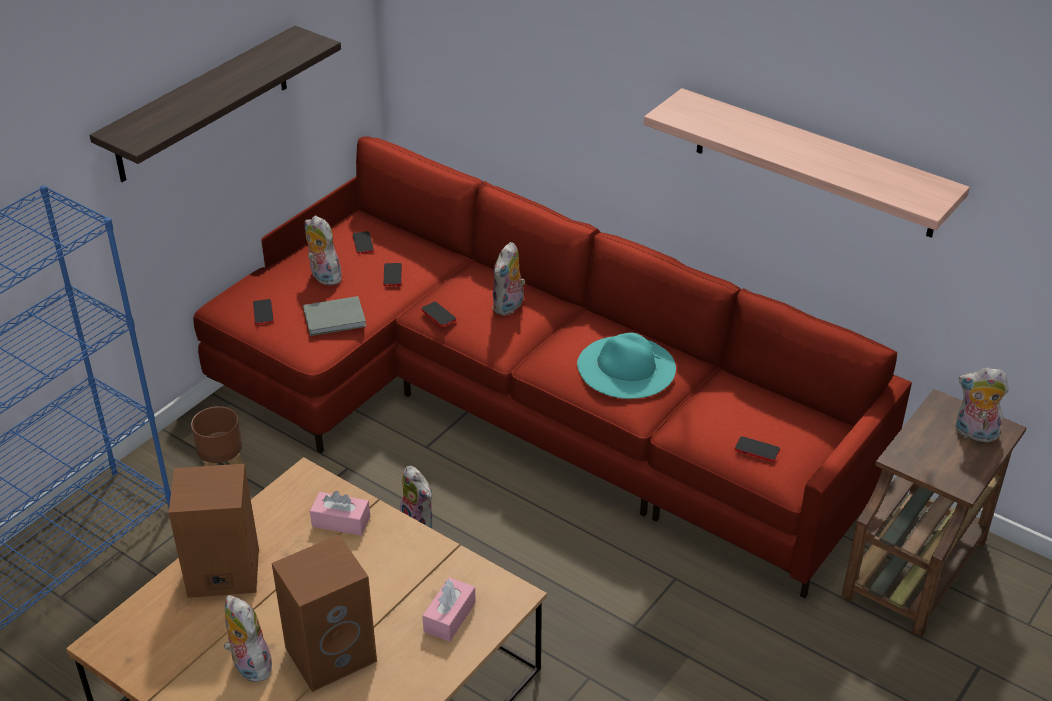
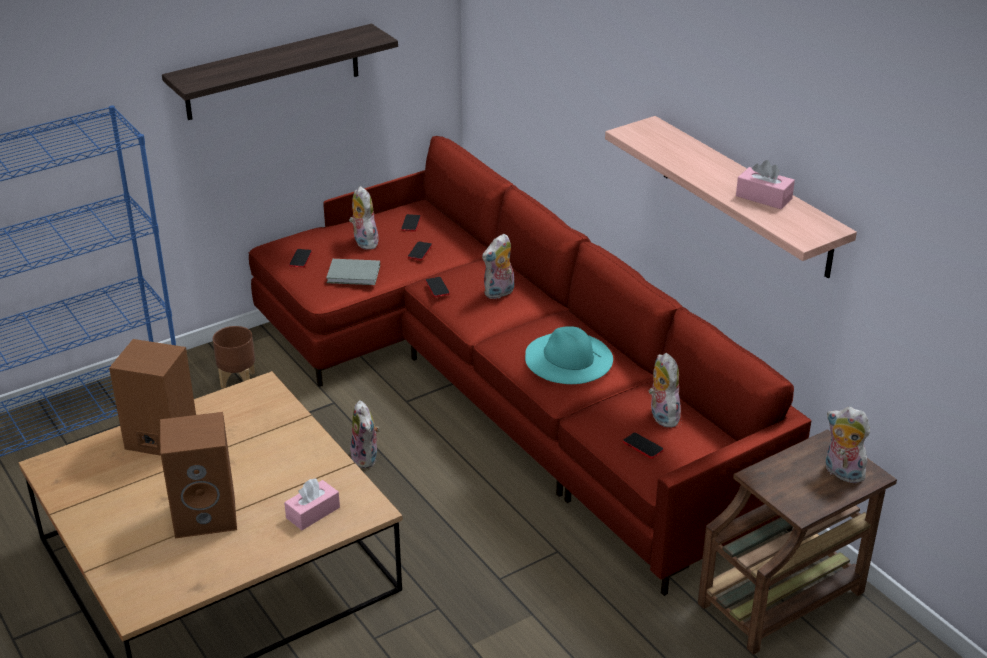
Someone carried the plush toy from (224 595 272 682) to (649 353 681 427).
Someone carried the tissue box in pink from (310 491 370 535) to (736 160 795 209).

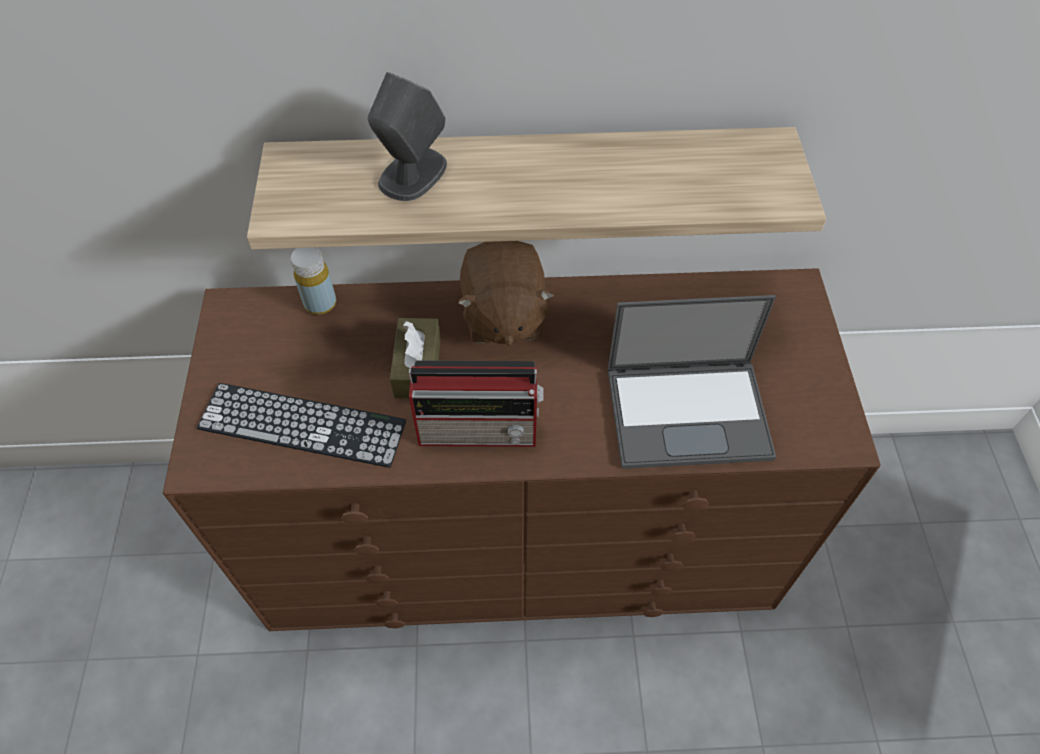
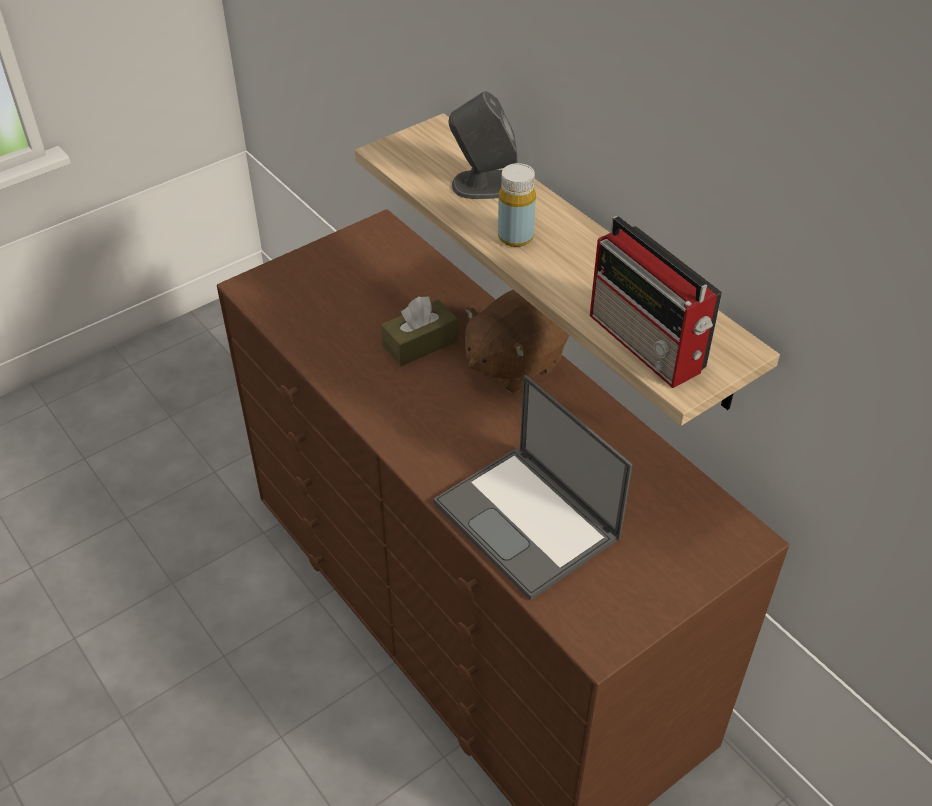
Someone carried the bottle in yellow from (291 247 336 315) to (498 163 536 247).
Someone carried the radio from (409 360 543 447) to (590 216 722 388).
Someone took away the keyboard at (197 383 406 468).

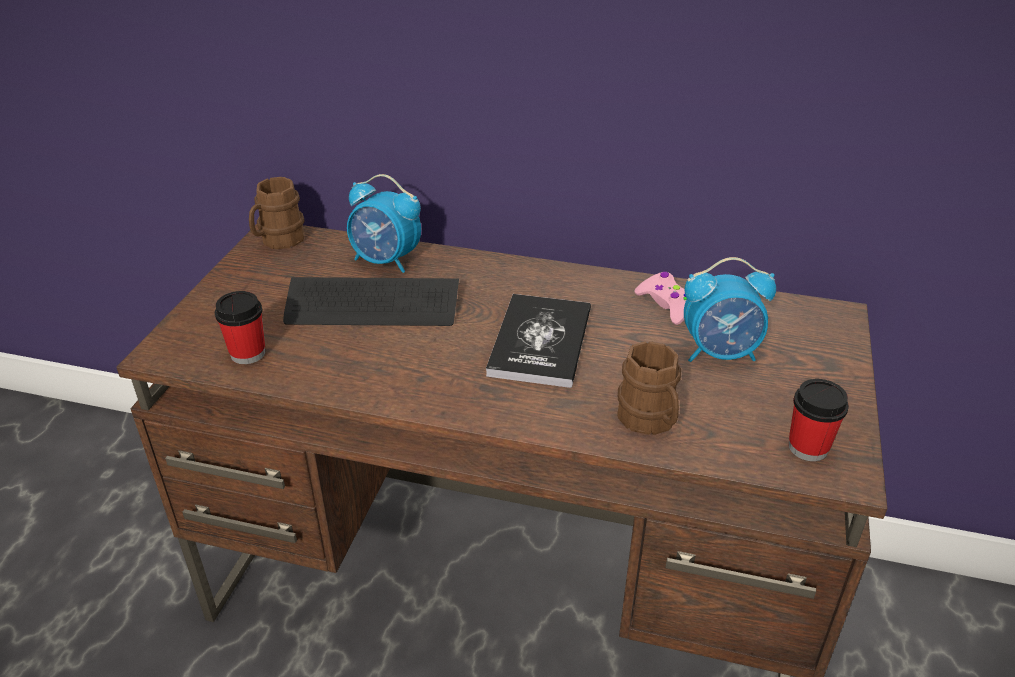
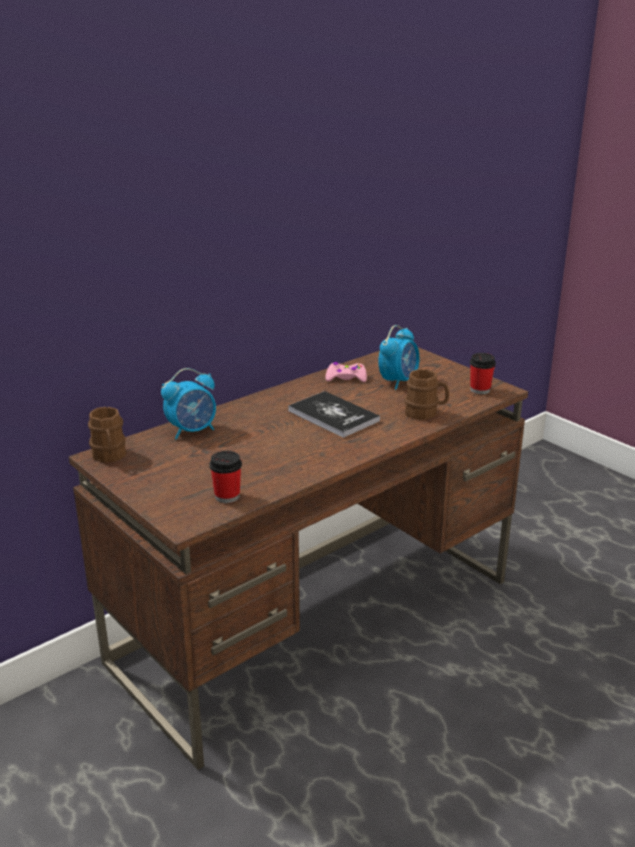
Someone took away the keyboard at (283 277 459 326).

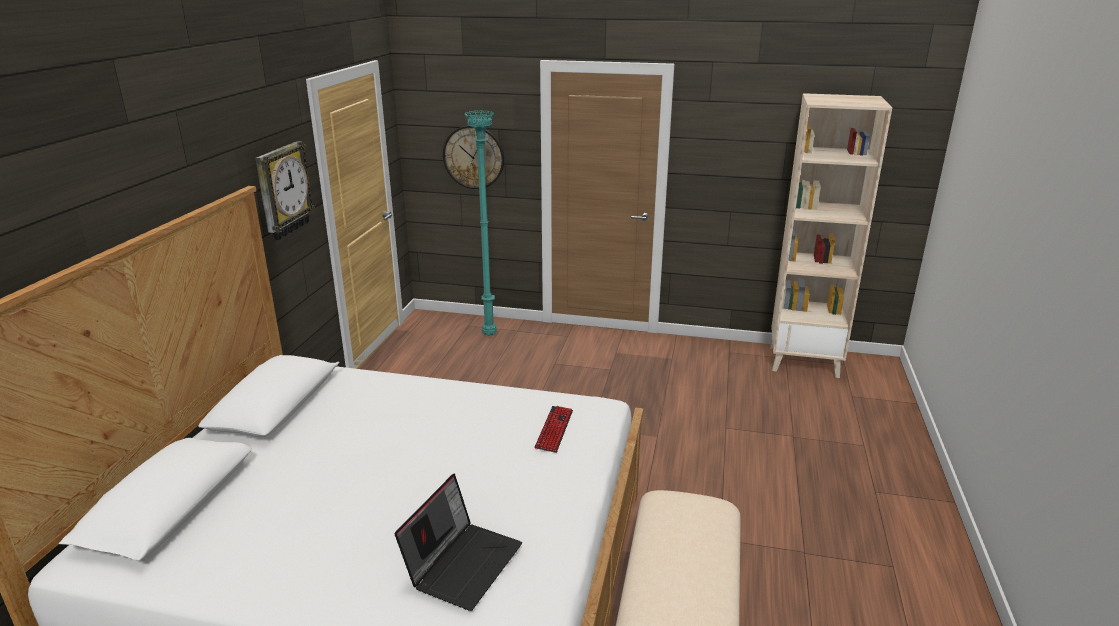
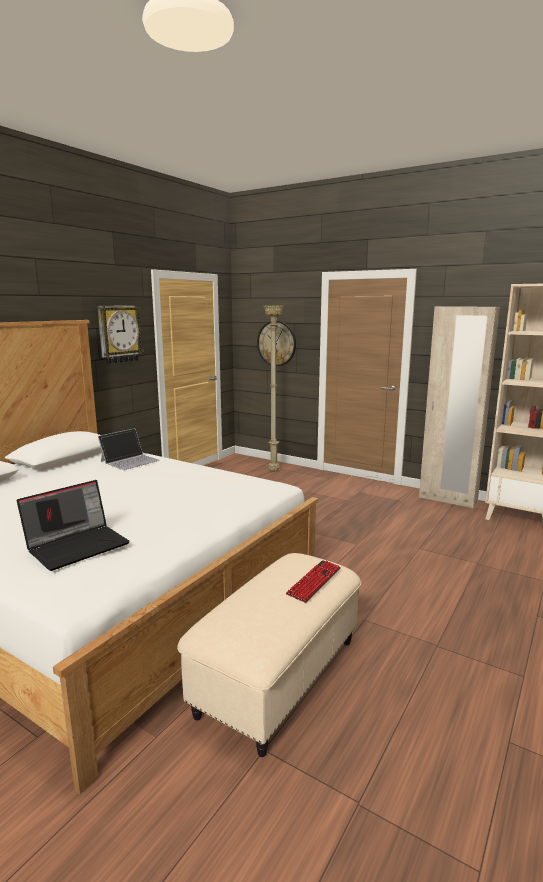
Someone put down the laptop at (98 428 159 470).
Someone repainted the floor lamp in turquoise at (464 110 497 336), which became the floor lamp in beige at (264 305 283 472).
Someone carried the keyboard from (534 406 573 453) to (286 560 341 603).
Someone put down the wardrobe in beige at (419 307 500 508).

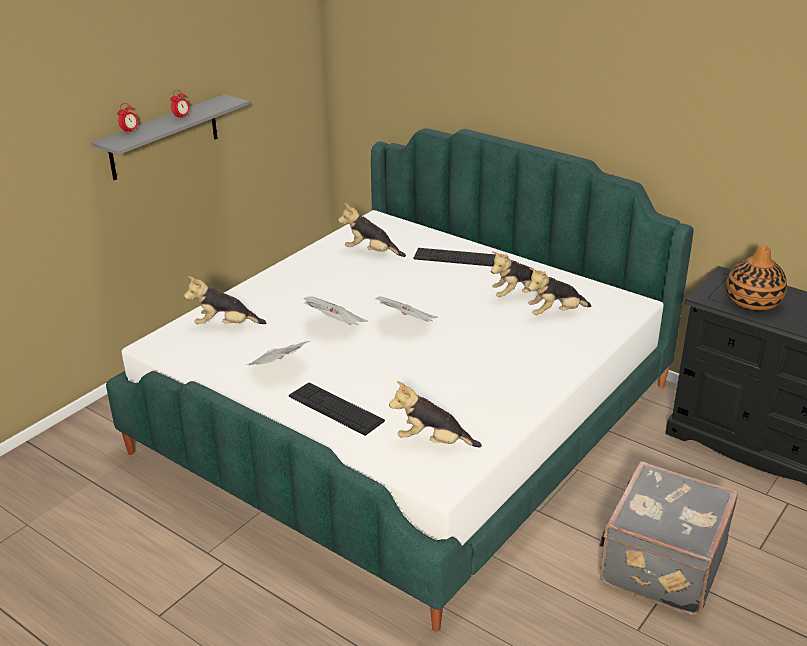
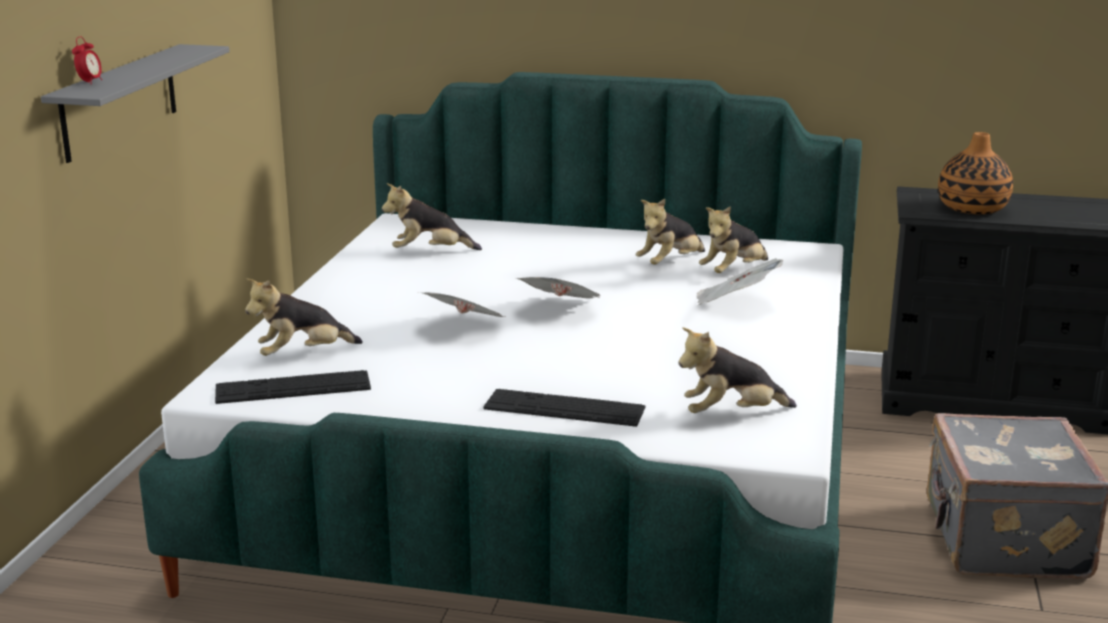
Someone carried the keyboard from (414 248 496 267) to (215 370 371 404).
Someone carried the newspaper from (247 341 310 365) to (696 258 783 305).
Someone took away the alarm clock at (170 90 190 119).

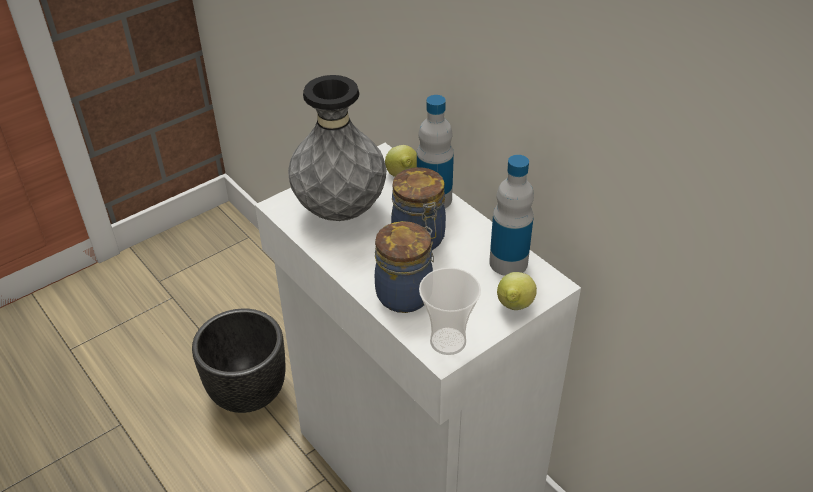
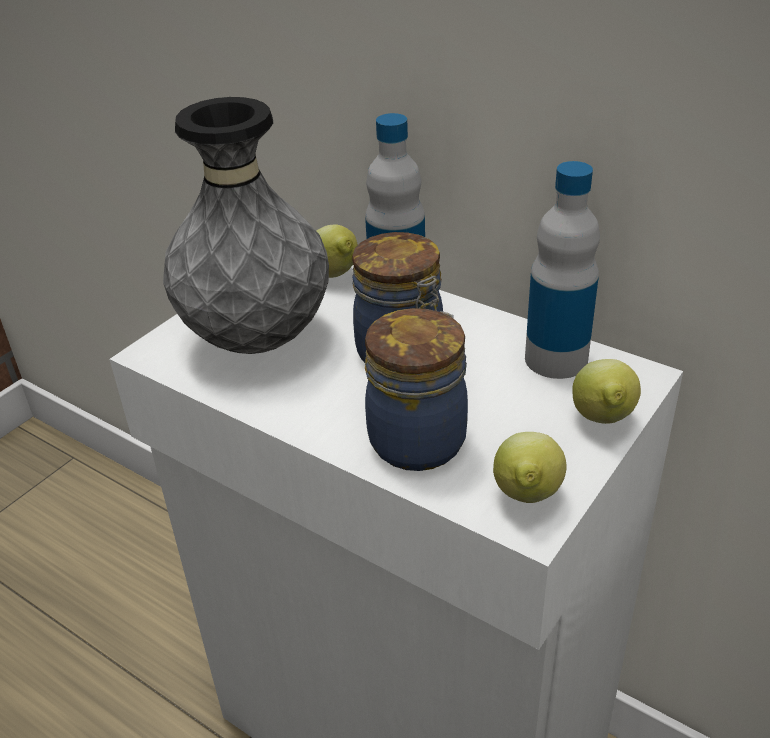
Someone swapped the cup at (419 268 481 355) for the lemon at (493 432 566 503).
Someone took away the planter in black at (192 309 286 413).

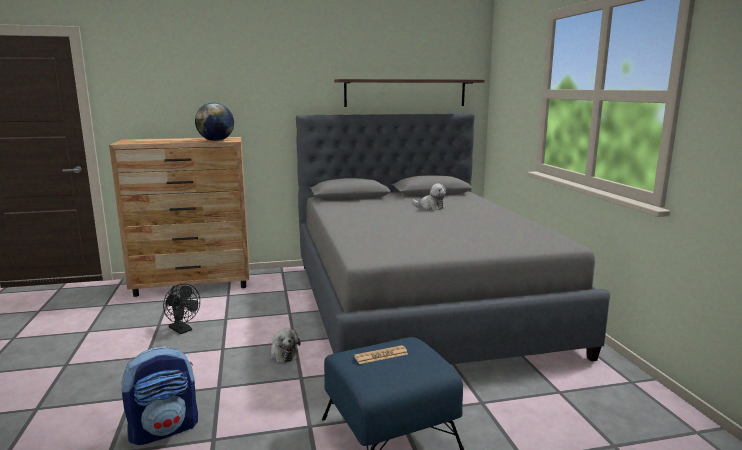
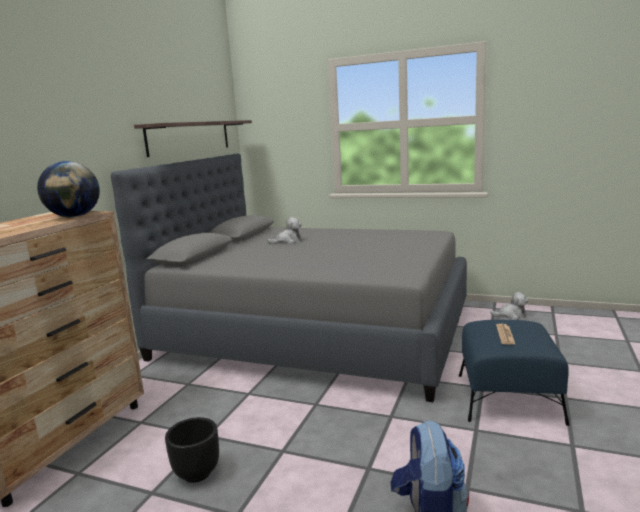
Someone swapped the fan in black at (163 284 200 334) for the planter in black at (165 417 219 483).
Someone carried the plush toy from (270 328 301 363) to (490 292 529 320).

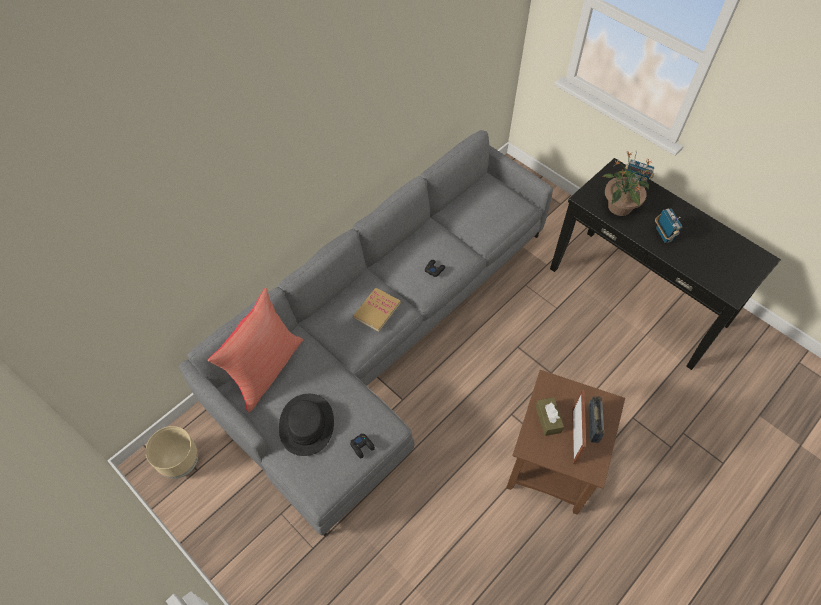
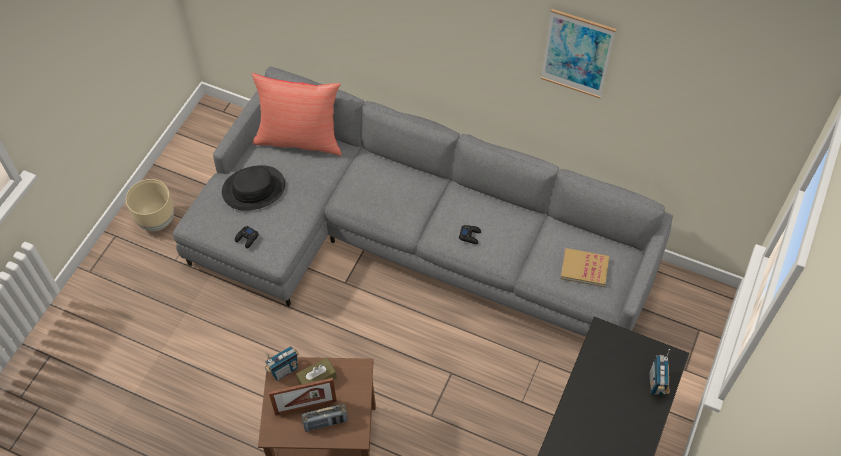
Someone carried the planter in beige from (145 426 198 479) to (126 179 174 231).
Someone carried the radio from (655 208 683 243) to (265 346 299 381).
Someone put up the picture at (541 9 616 98).
Someone carried the book from (353 288 401 332) to (560 248 609 287).
Someone took away the potted plant at (603 152 653 216).

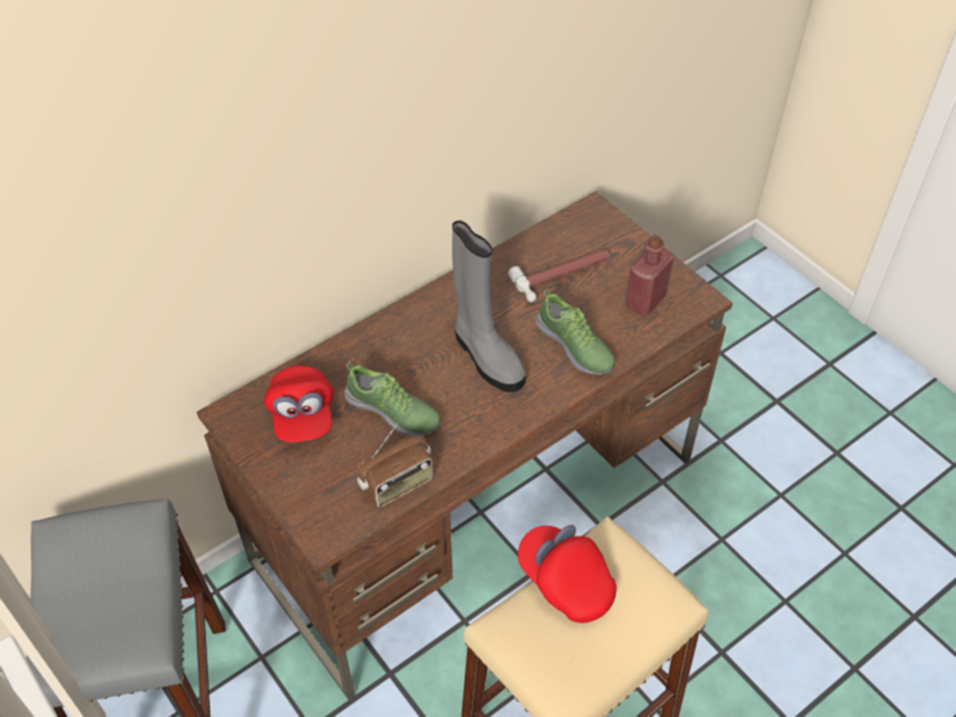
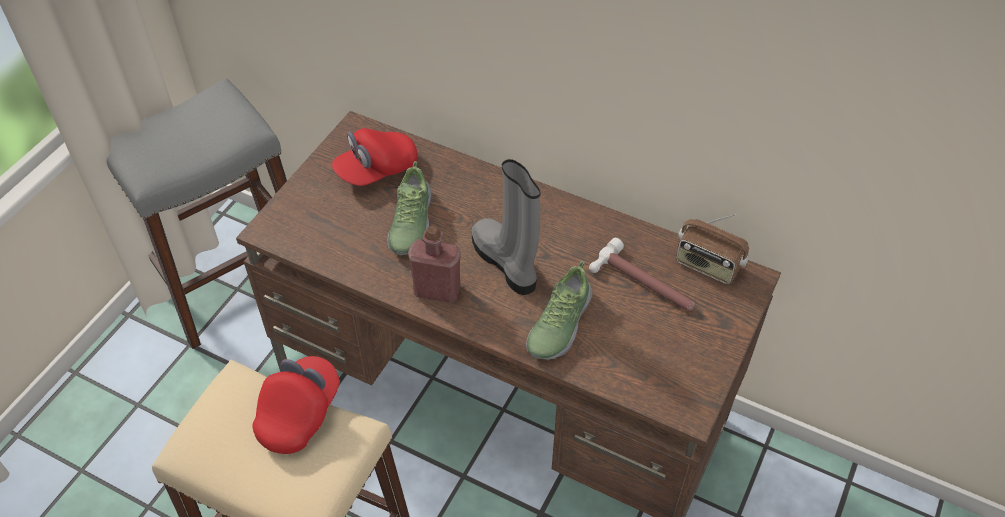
Someone carried the bottle in red from (625 235 674 316) to (408 226 461 303).
Someone rotated the boot in grey at (452 220 526 392) by 120 degrees clockwise.
Someone carried the radio from (357 424 433 508) to (676 214 749 284).

